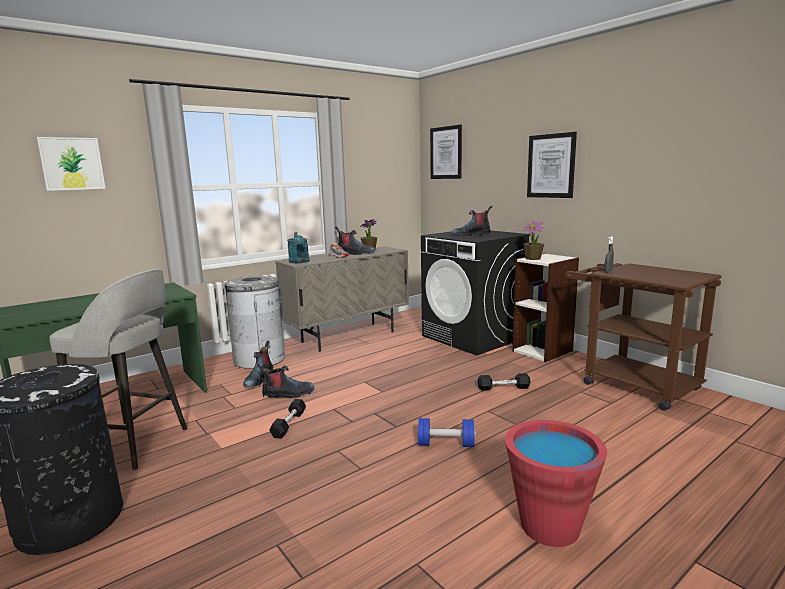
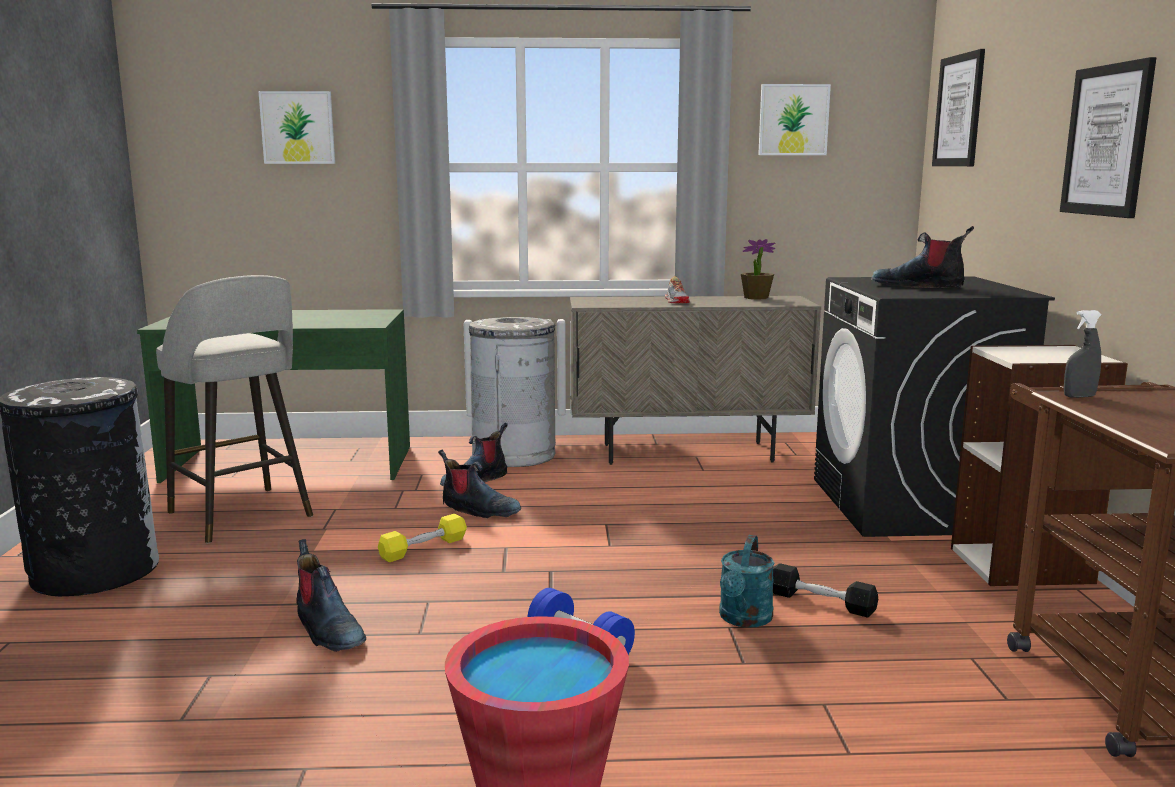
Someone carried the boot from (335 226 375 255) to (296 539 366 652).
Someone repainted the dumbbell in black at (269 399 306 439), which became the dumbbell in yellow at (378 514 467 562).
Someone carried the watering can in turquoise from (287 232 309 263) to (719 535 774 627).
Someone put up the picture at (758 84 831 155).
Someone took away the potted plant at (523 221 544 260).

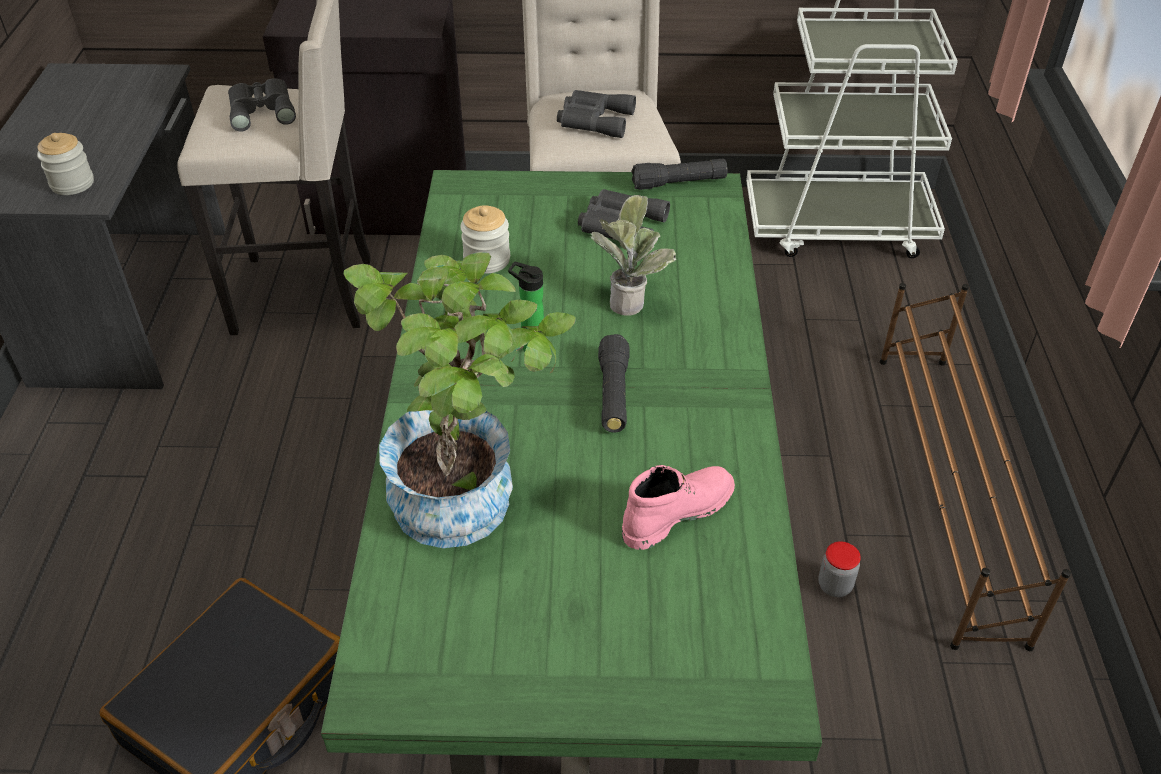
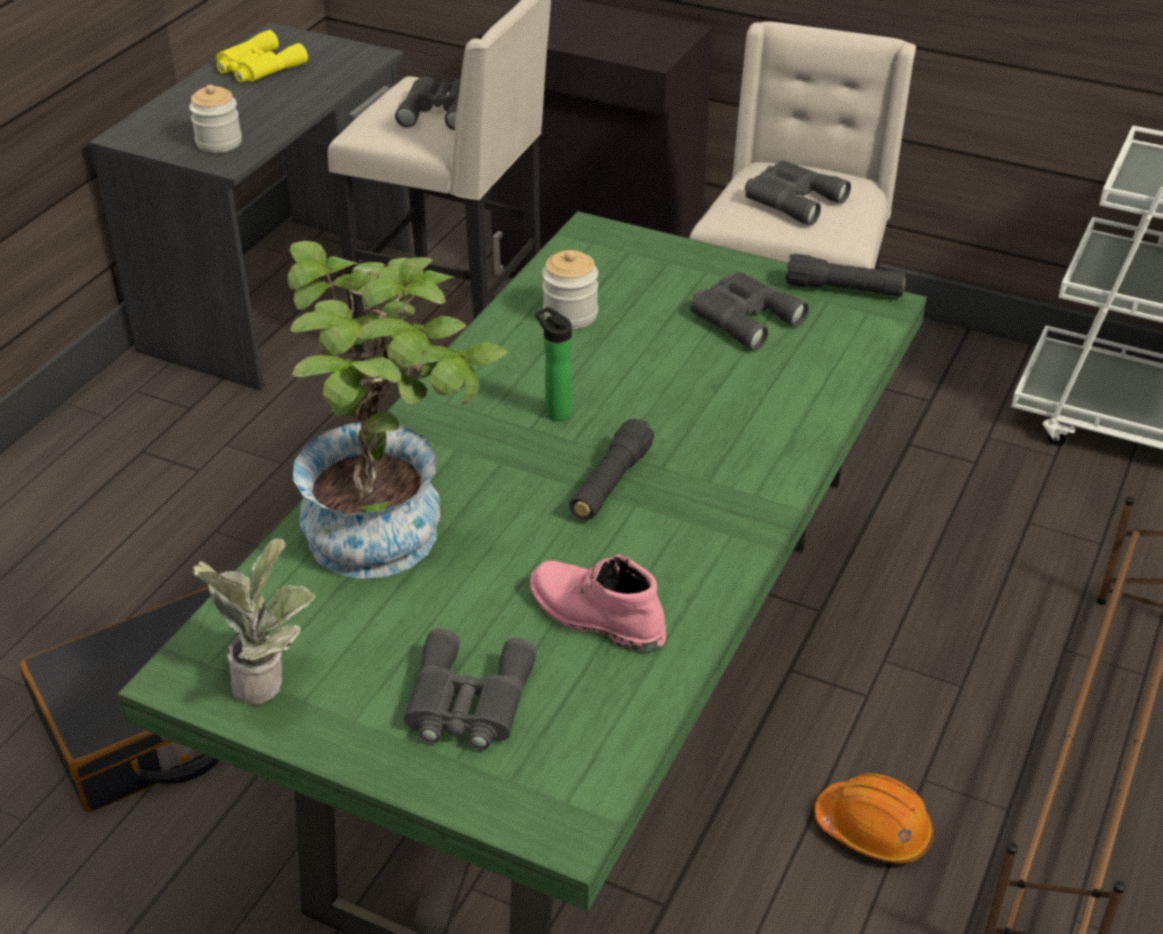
Someone carried the potted plant from (591 195 677 316) to (192 538 316 705).
Someone put down the binoculars in yellow at (216 30 308 82).
Someone put down the binoculars in grey at (404 628 537 750).
Someone rotated the boot in pink at (622 465 735 550) by 135 degrees counterclockwise.
Someone swapped the jar at (818 541 861 597) for the hard hat in orange at (814 773 934 863).

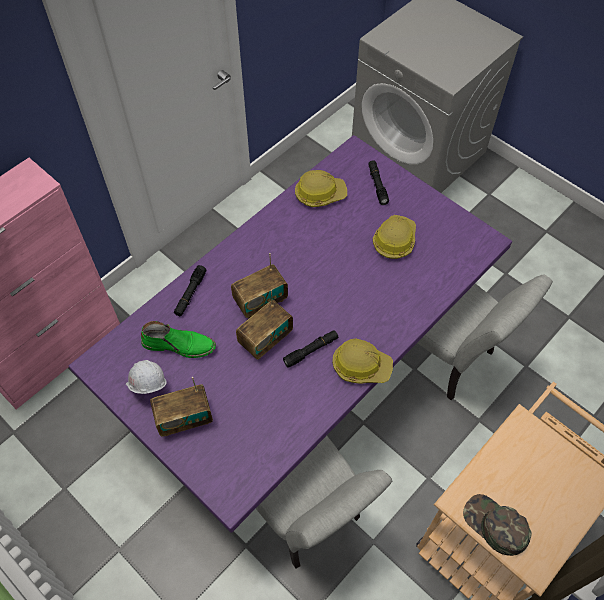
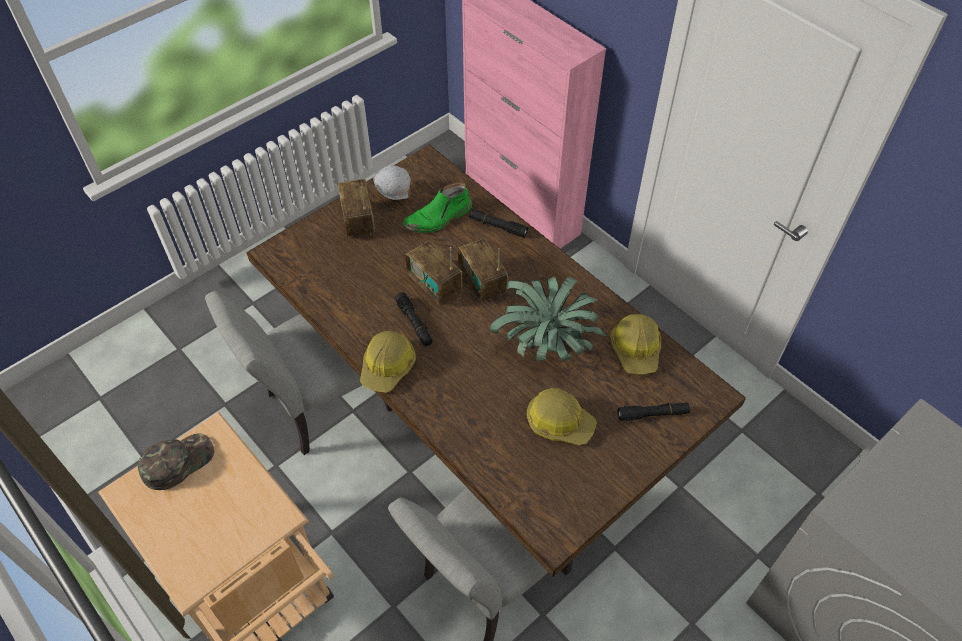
Someone repainted the dining table in purple at (68 135 512 533), which became the dining table in brown at (247 145 746 577).
Someone rotated the boot in green at (141 321 216 358) by 45 degrees clockwise.
Someone put down the potted plant at (489 277 607 362).

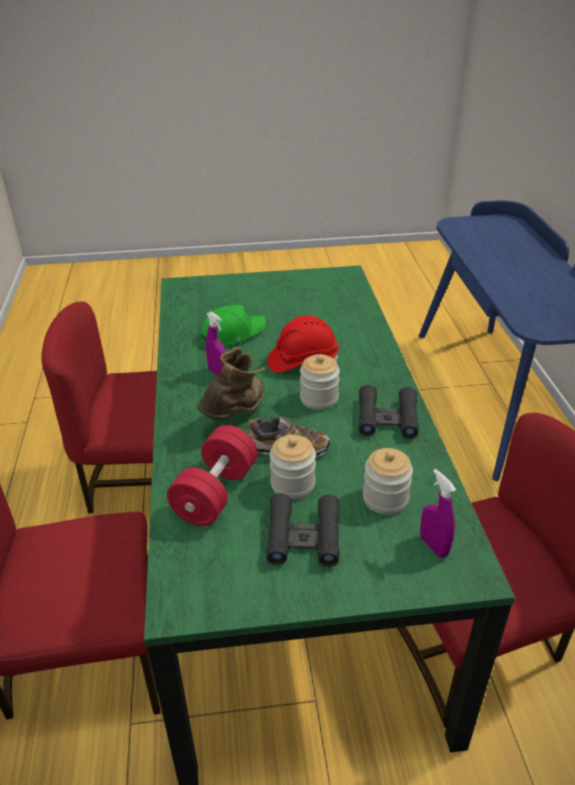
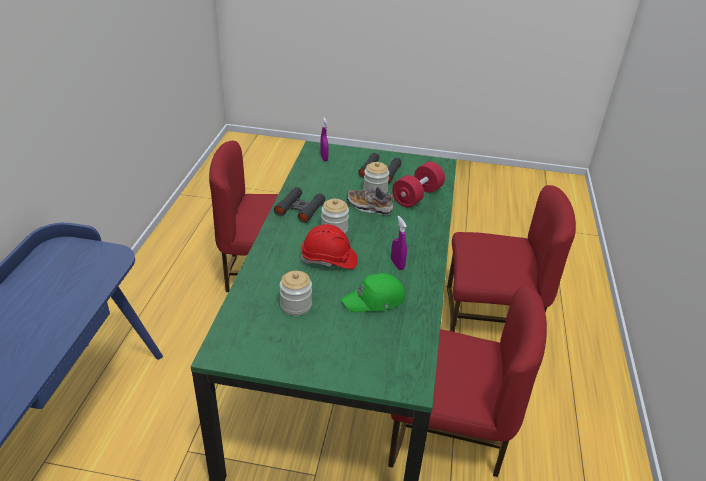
Someone carried the jar from (363 448 413 515) to (280 271 312 316).
Someone took away the boot in brown at (197 347 266 420).

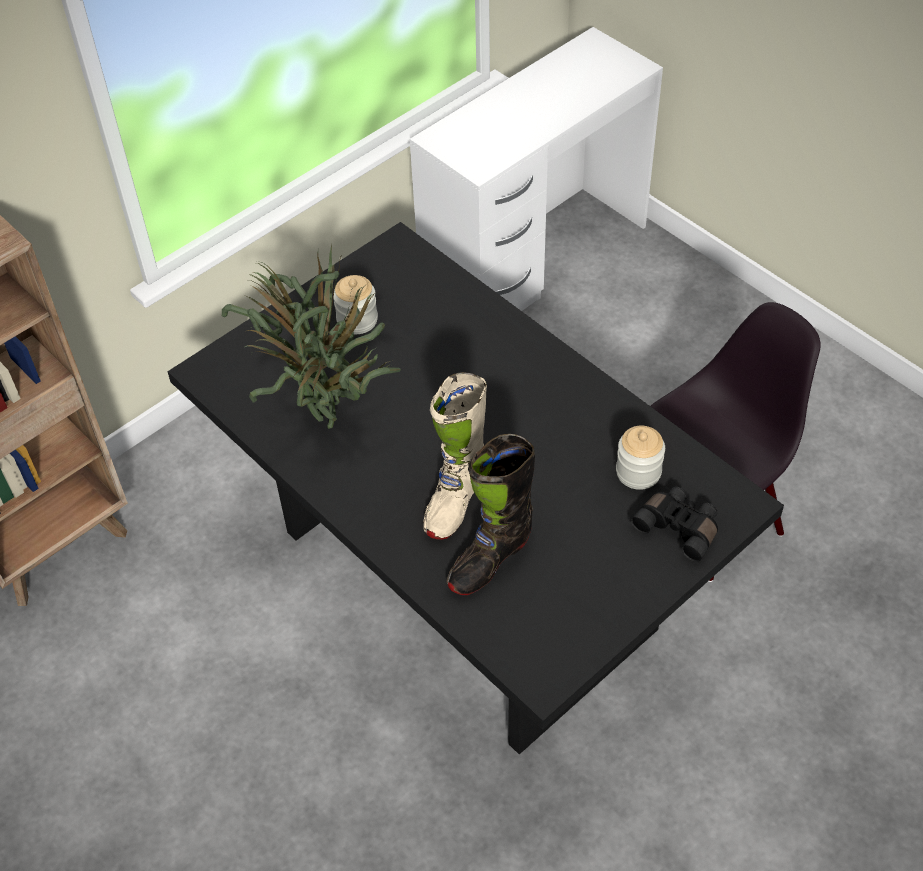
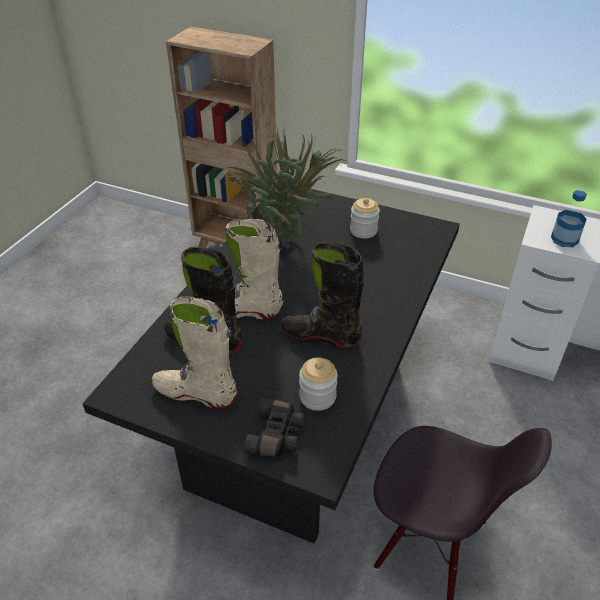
Someone put down the boot in beige at (152 296 237 409).
Someone put down the boot in black at (281 242 366 348).
Someone put down the bottle at (551 190 587 247).

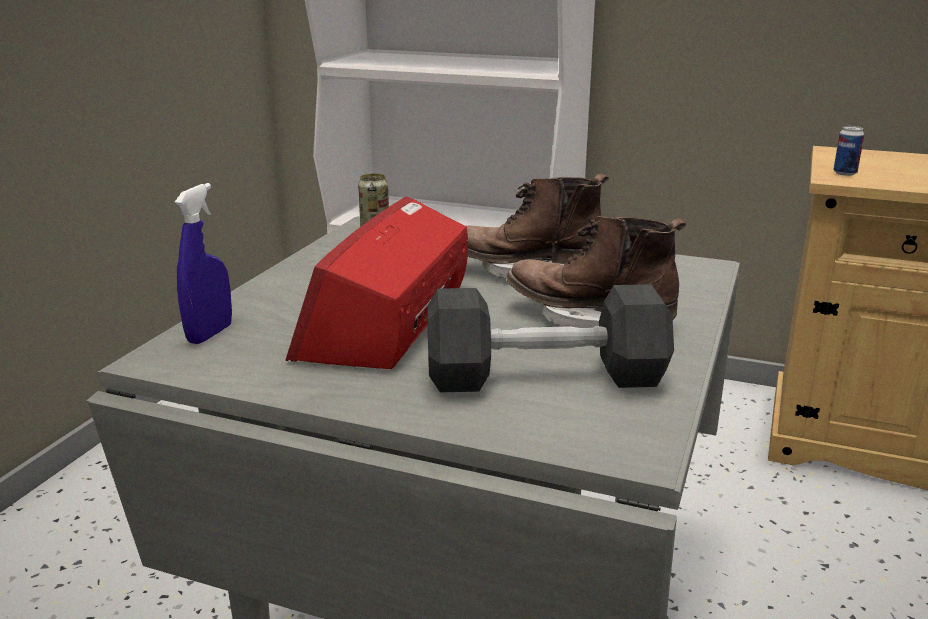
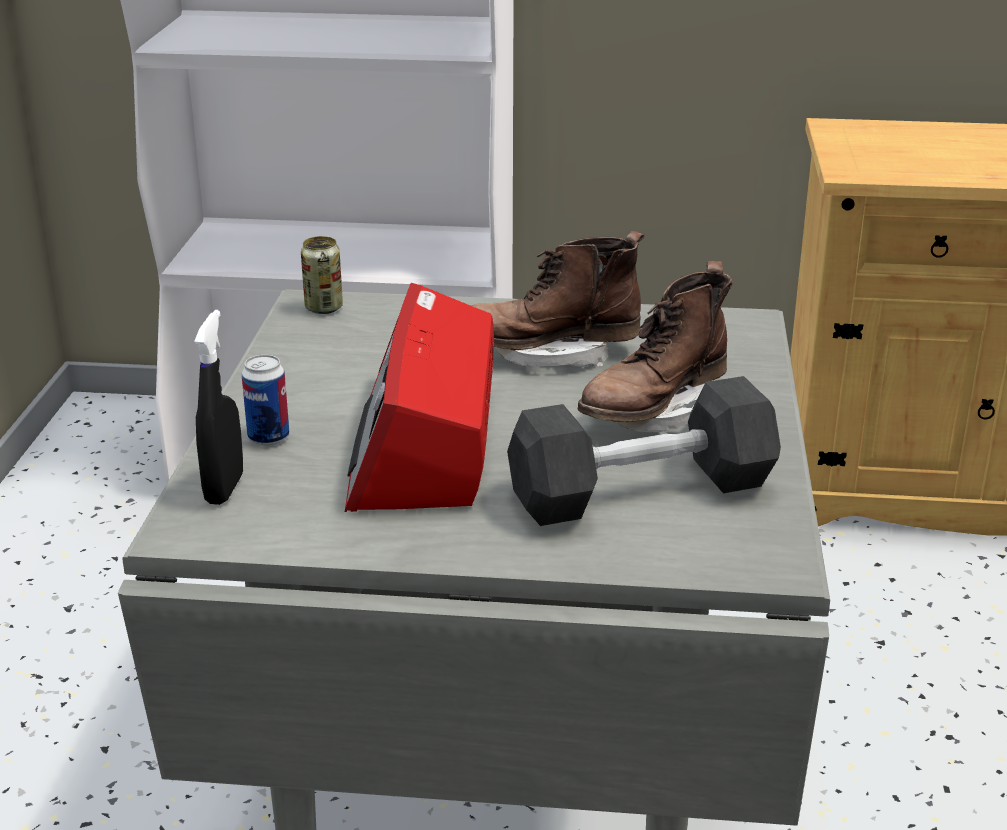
Someone repainted the spray bottle in blue at (175 183 232 344), which became the spray bottle in black at (194 310 243 505).
Someone carried the can from (833 126 864 176) to (242 355 289 446).
Someone rotated the boot in brown at (507 216 686 328) by 60 degrees counterclockwise.

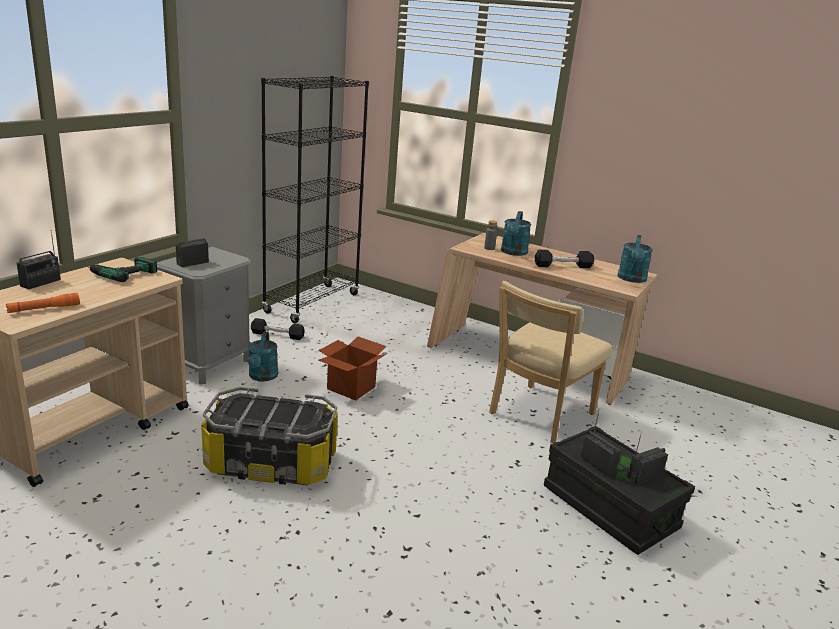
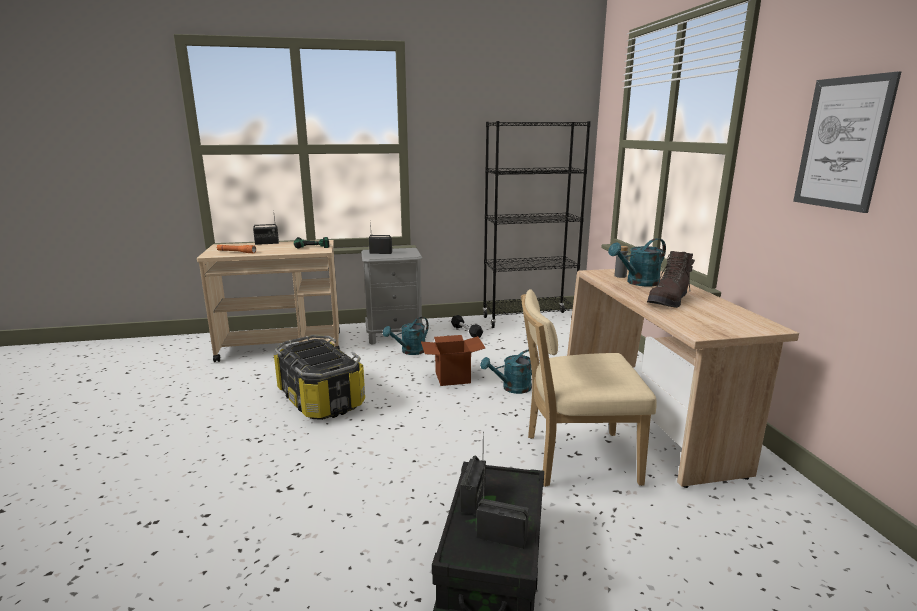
Someone carried the watering can in turquoise from (617 235 653 283) to (480 349 532 394).
Someone swapped the dumbbell in black at (535 250 594 268) for the boot in brown at (647 251 695 308).
Someone put up the picture at (793 71 901 213).

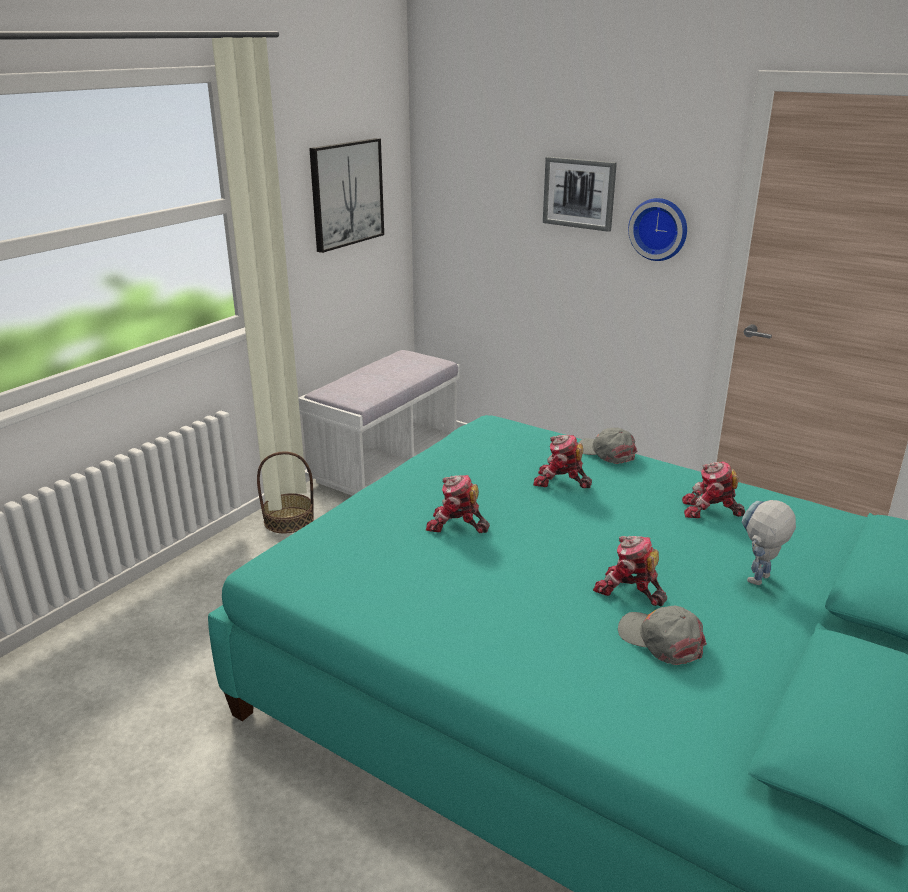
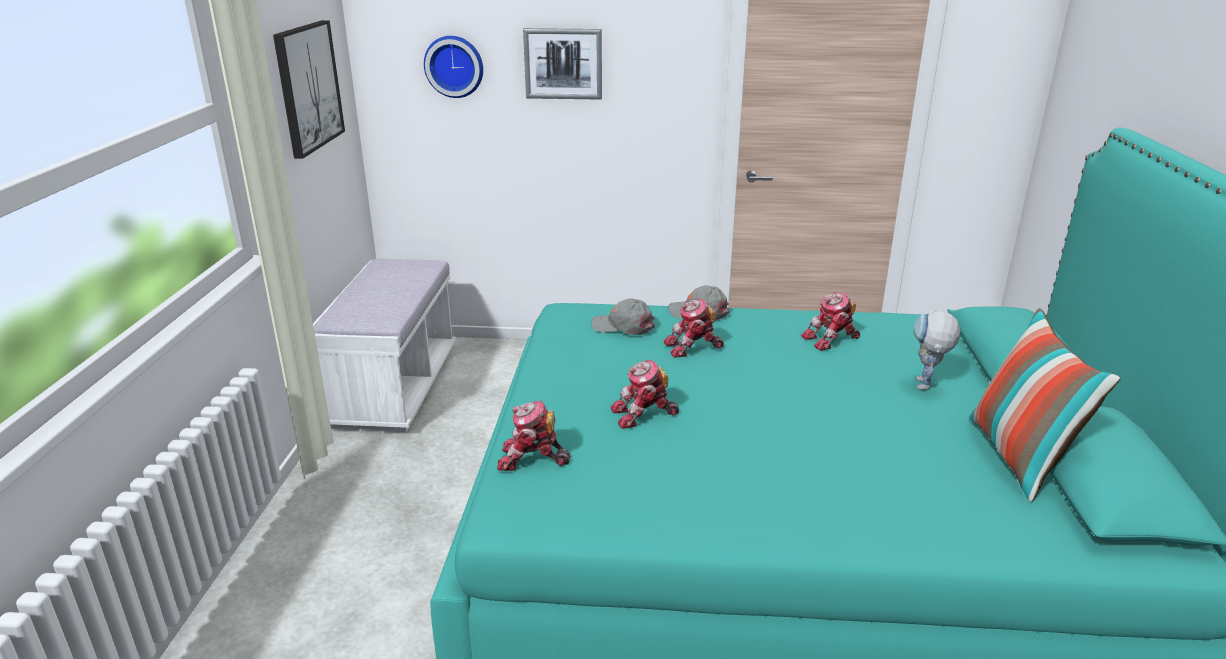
Someone carried the wall clock from (628 198 687 261) to (424 36 483 98).
Someone carried the toy robot from (593 536 667 606) to (497 401 570 471).
Someone carried the cap in grey from (618 606 707 665) to (591 298 655 335).
Someone put down the pillow at (969 308 1121 502).
Someone took away the basket at (257 452 314 533).

